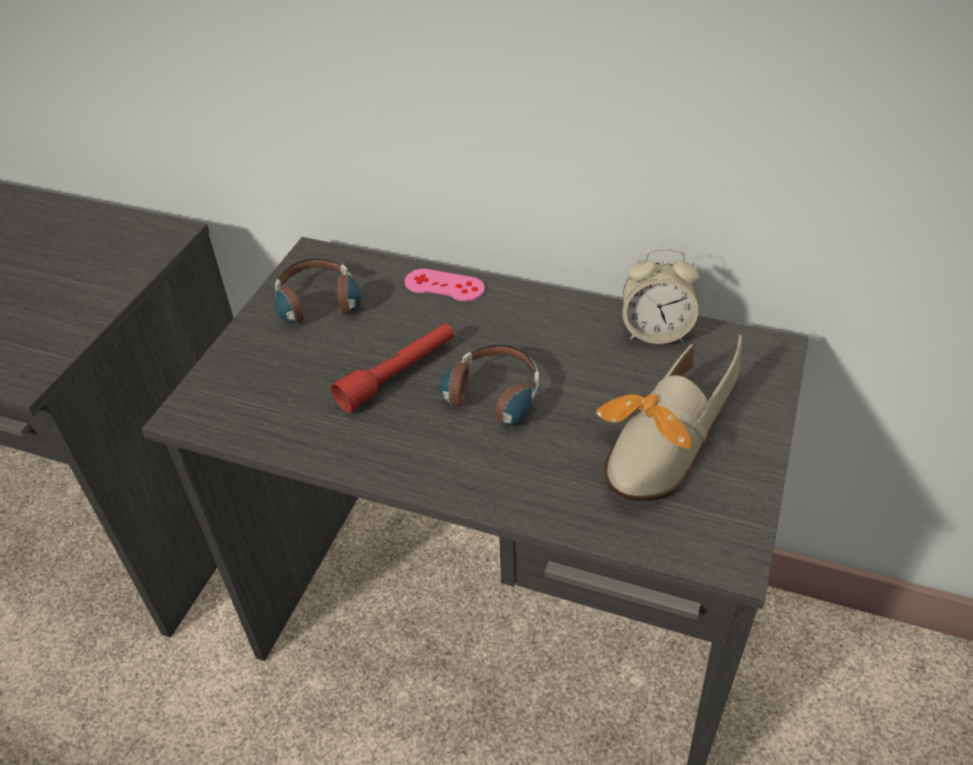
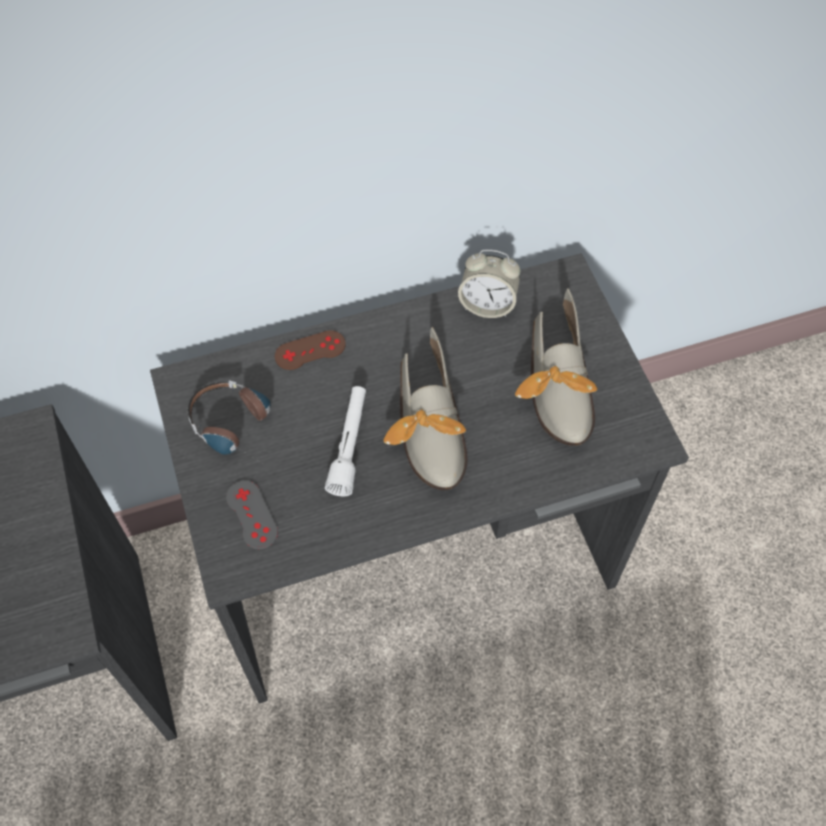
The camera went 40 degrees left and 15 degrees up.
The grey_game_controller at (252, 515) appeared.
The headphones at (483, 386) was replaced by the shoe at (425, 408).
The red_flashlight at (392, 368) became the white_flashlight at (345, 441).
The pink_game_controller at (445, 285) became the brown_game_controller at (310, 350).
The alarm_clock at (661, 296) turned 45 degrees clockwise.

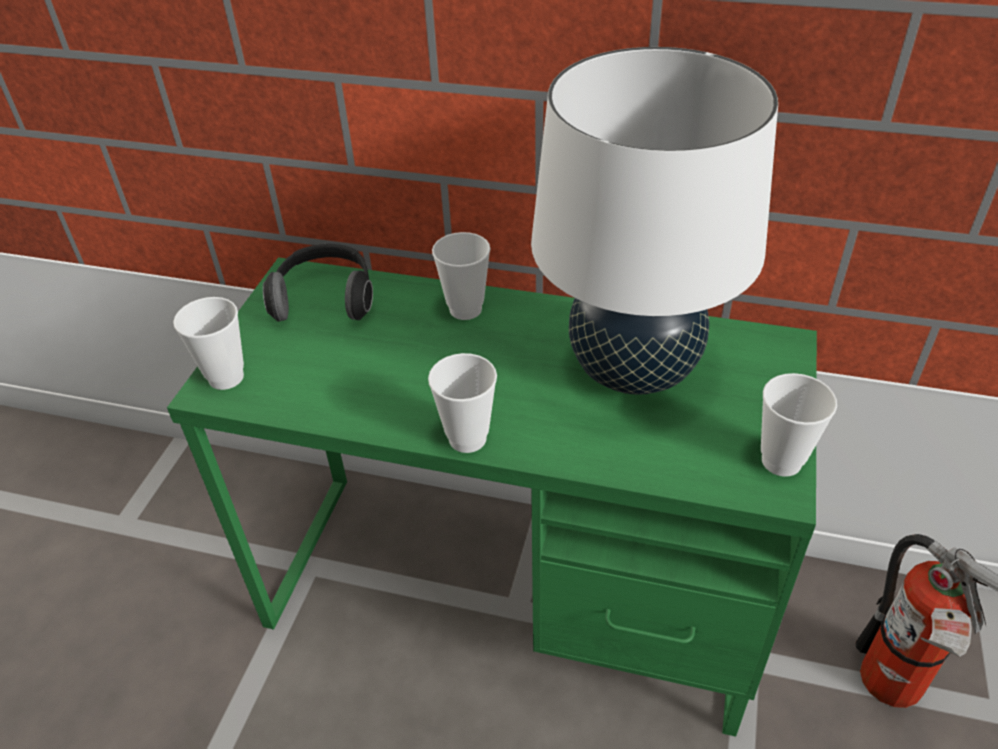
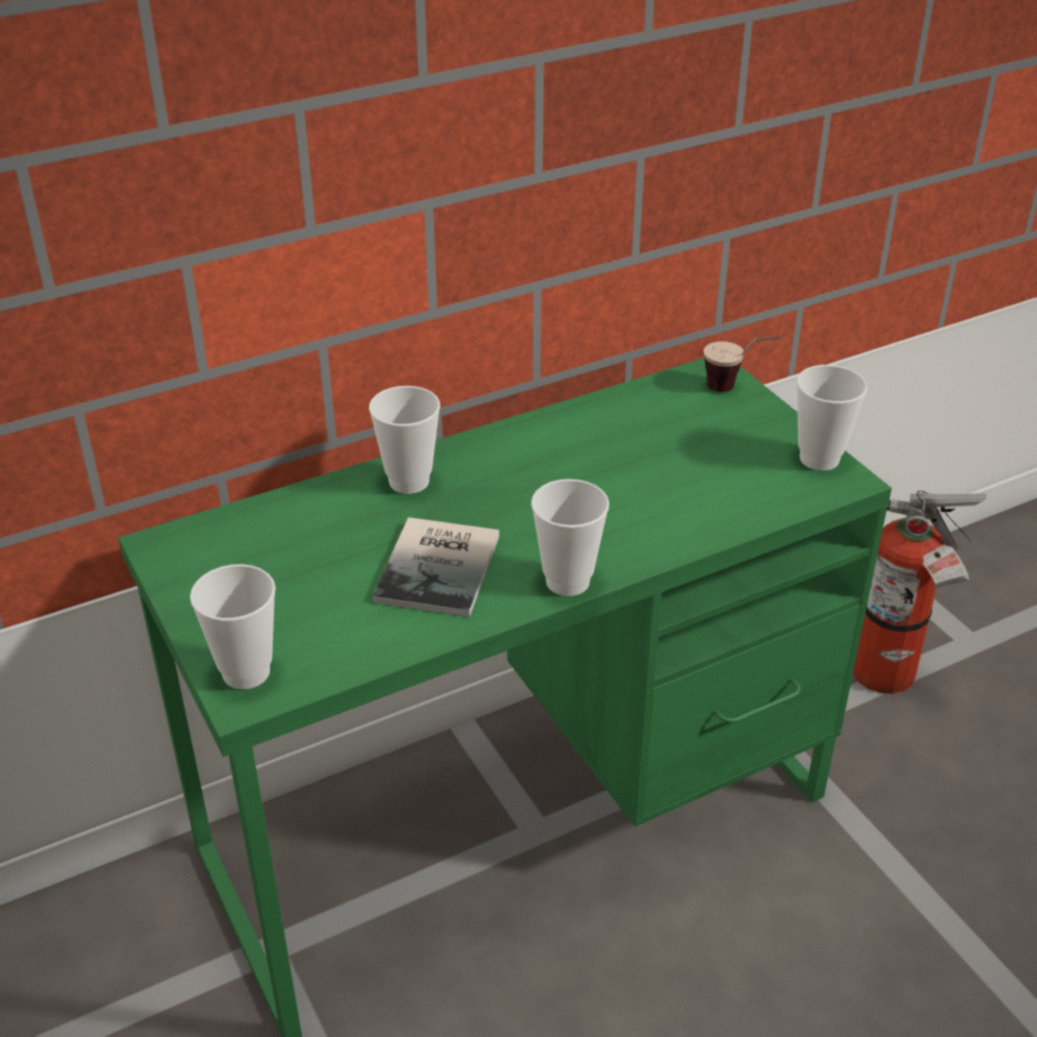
The camera went 45 degrees left and 5 degrees down.
The headphones at (318, 283) disappeared.
The white_table_lamp at (654, 221) disappeared.
The book at (435, 567) appeared.
The cup at (742, 364) appeared.

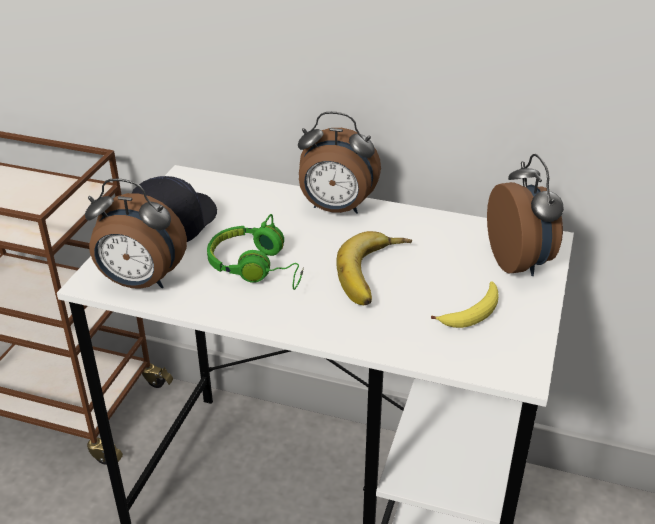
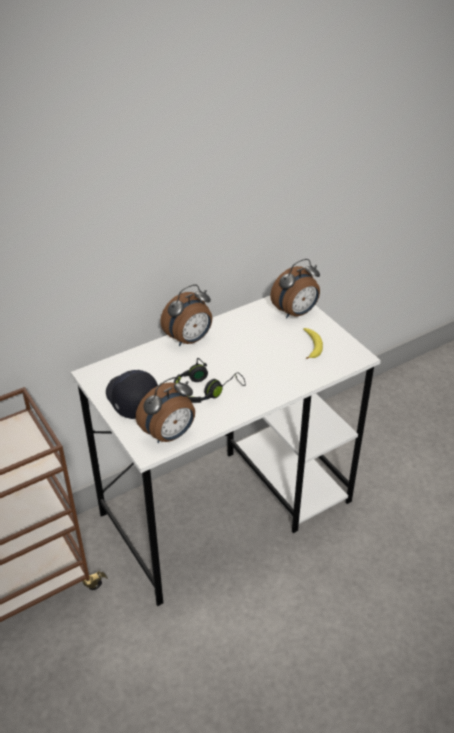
The camera went 50 degrees left and 5 degrees up.
The banana at (374, 268) disappeared.
The green_headphones at (255, 252) became the black_headphones at (210, 380).
The alarm_clock at (525, 215) turned 120 degrees clockwise.

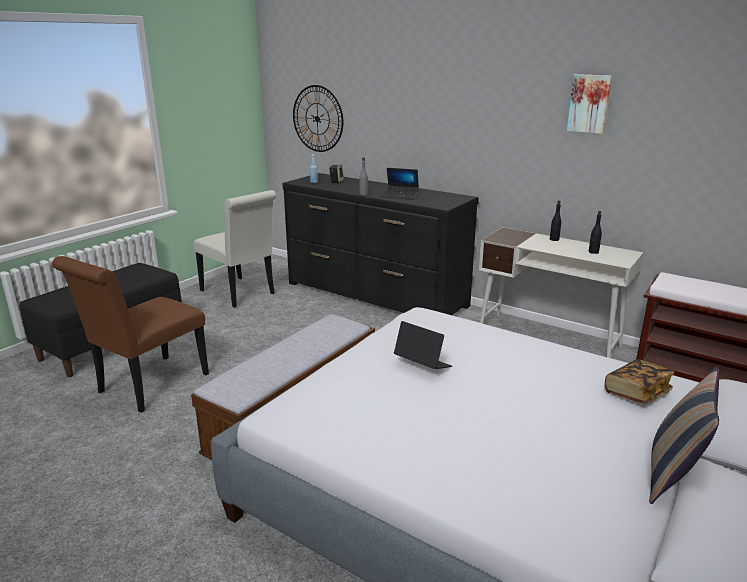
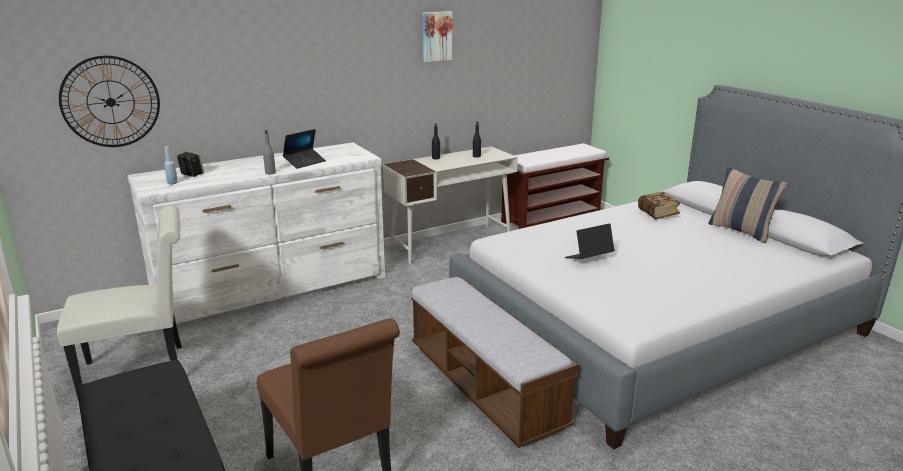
The camera went 65 degrees left and 0 degrees up.
The black_dresser at (381, 244) became the white_dresser at (256, 233).

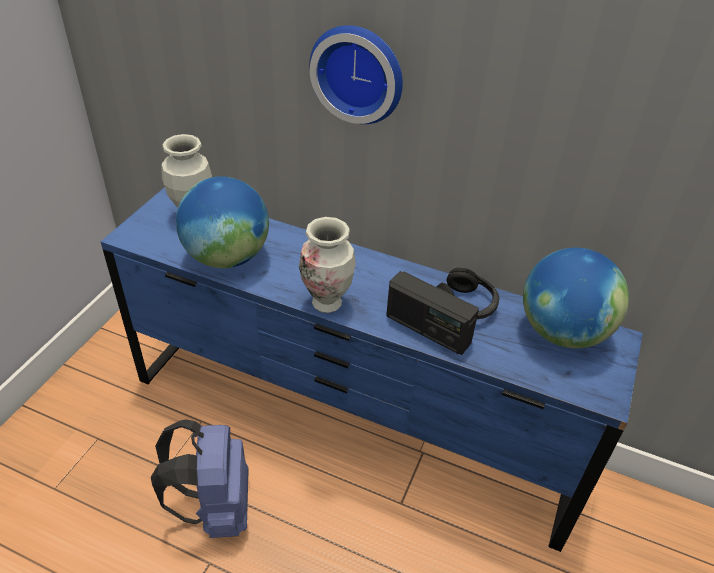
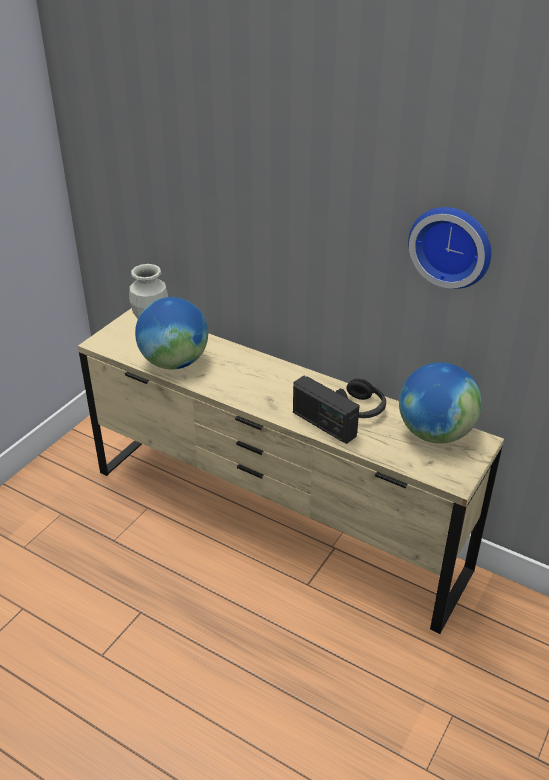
The camera went 10 degrees right and 5 degrees down.
The blue_backpack at (200, 479) disappeared.
The vase at (327, 265) disappeared.
The wall_clock moved from (356, 74) to (449, 248).
The blue_dresser at (372, 369) became the beige_dresser at (291, 471).

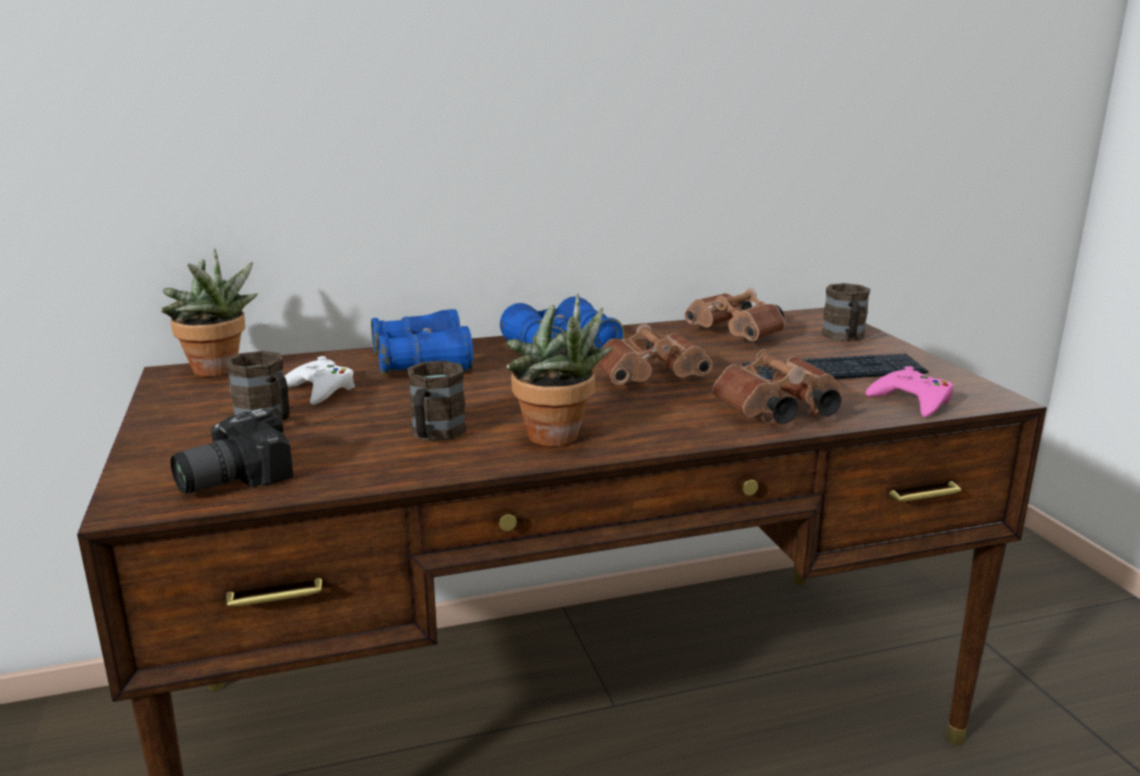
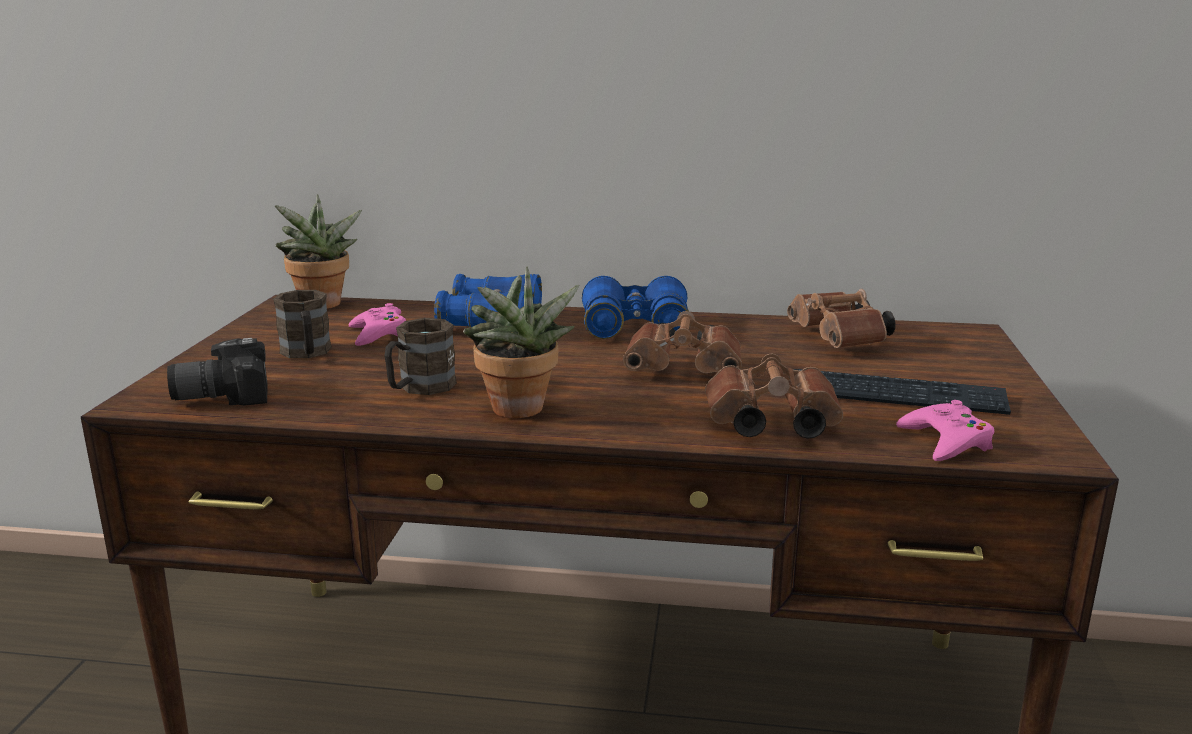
The camera went 25 degrees right and 0 degrees up.
The brown_mug at (845, 312) disappeared.
The white_game_controller at (319, 380) became the pink_game_controller at (377, 324).

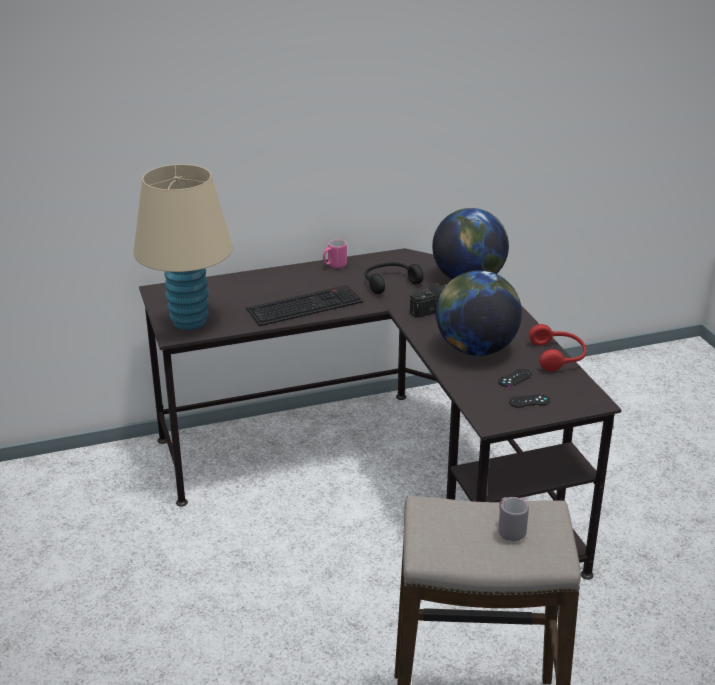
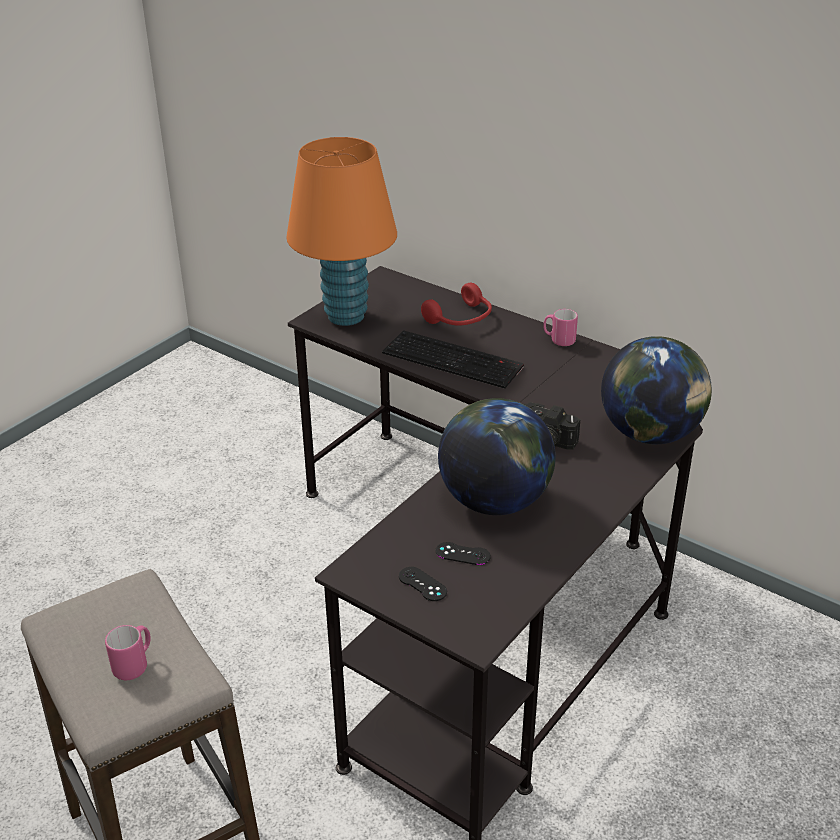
The camera went 55 degrees right and 5 degrees up.
The black_headphones at (394, 278) disappeared.
The red_headphones moved from (557, 348) to (456, 304).
The beige_table_lamp at (183, 247) became the orange_table_lamp at (341, 231).
The grey_mug at (513, 519) became the pink_mug at (128, 652).

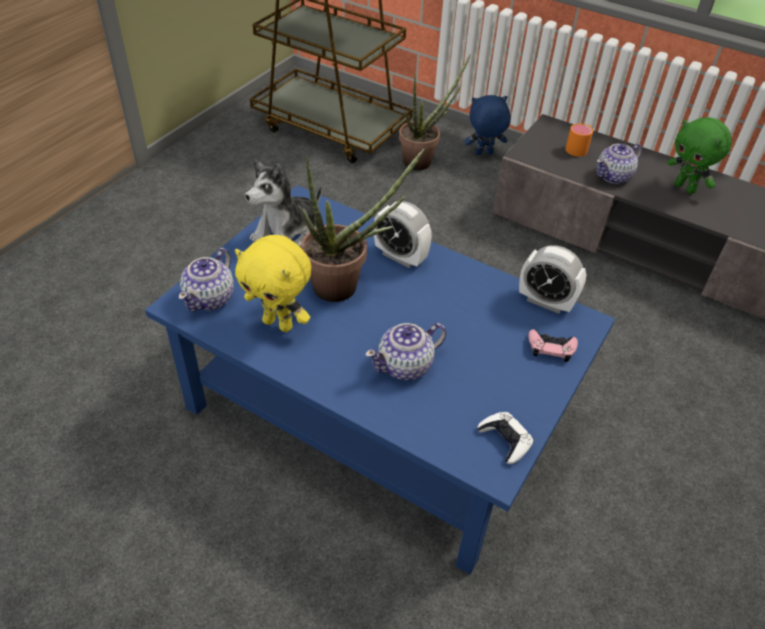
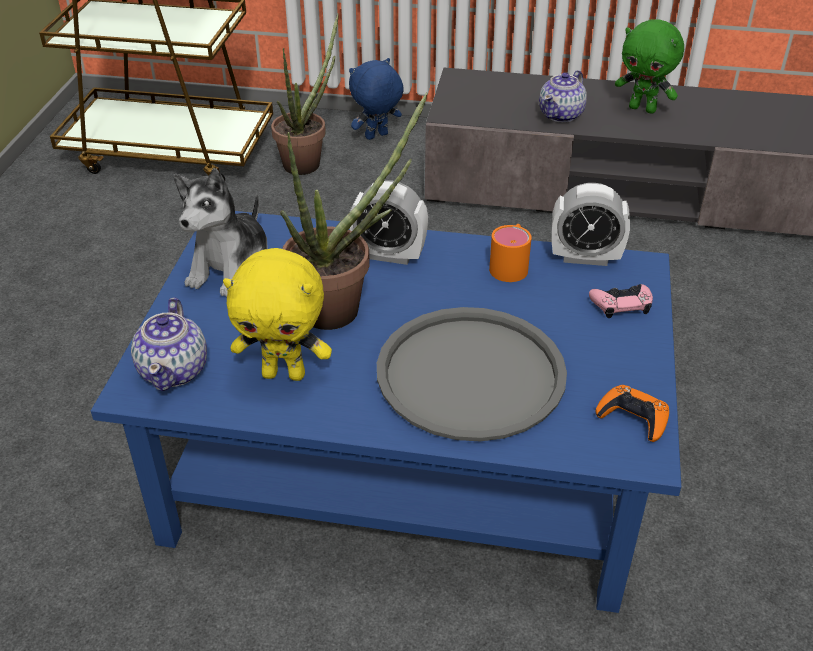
The camera went 20 degrees left and 5 degrees down.
The orange_mug moved from (579, 140) to (510, 253).
The teapot at (405, 351) was replaced by the grey_tray at (472, 374).
The white_game_controller at (505, 438) became the orange_game_controller at (632, 413).

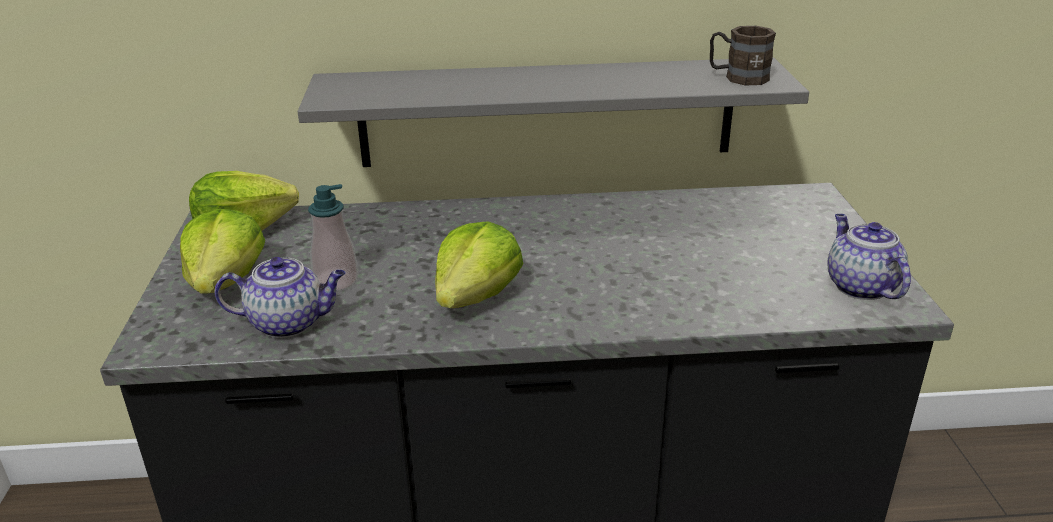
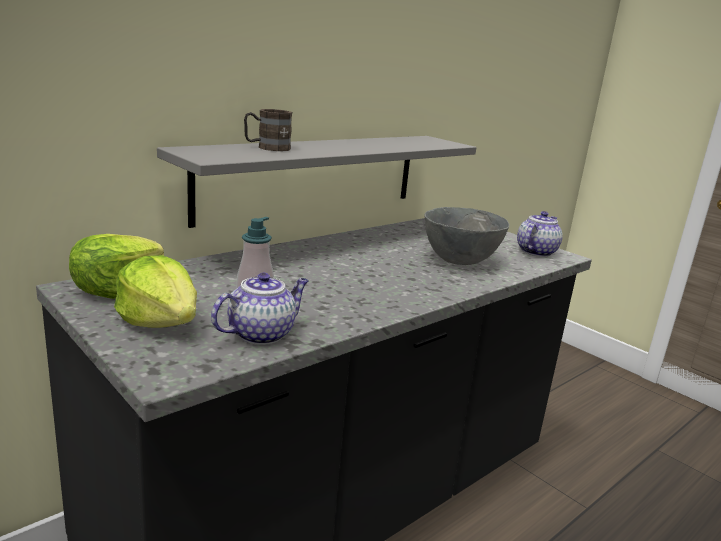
The camera went 40 degrees left and 10 degrees down.
The lettuce at (479, 264) disappeared.
The grey_bowl at (467, 236) appeared.
The brown_mug moved from (743, 56) to (268, 130).
The teapot at (869, 257) turned 90 degrees clockwise.

